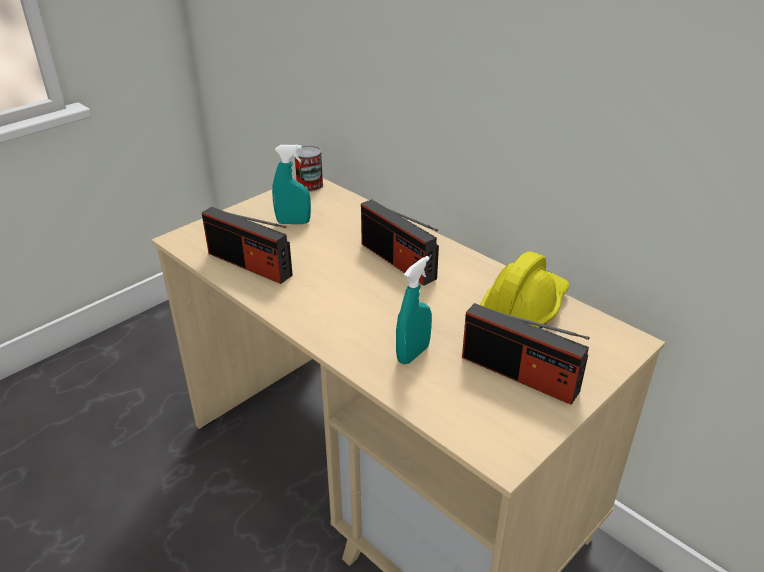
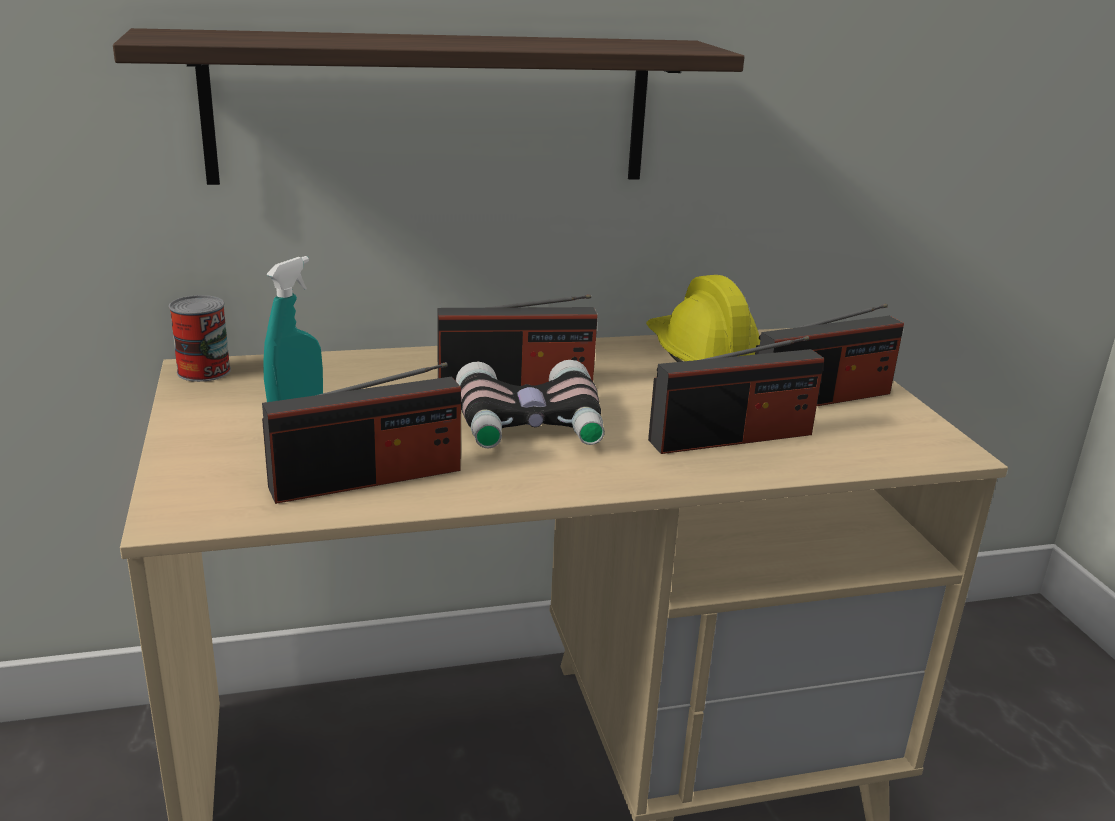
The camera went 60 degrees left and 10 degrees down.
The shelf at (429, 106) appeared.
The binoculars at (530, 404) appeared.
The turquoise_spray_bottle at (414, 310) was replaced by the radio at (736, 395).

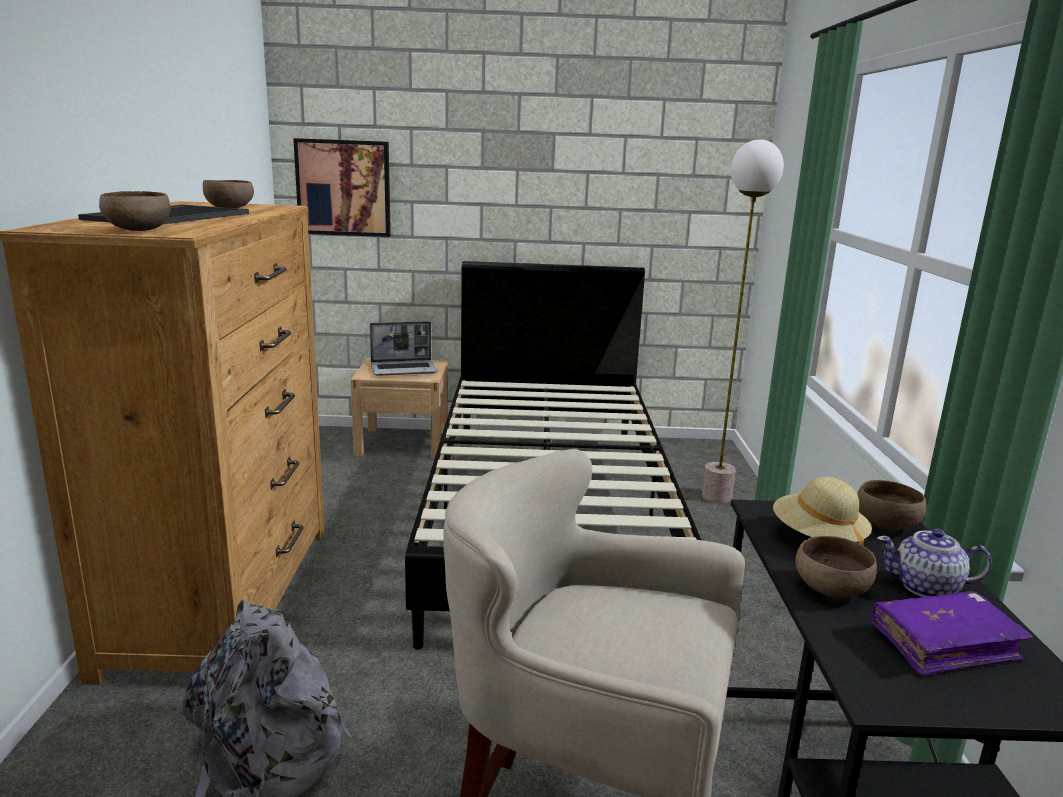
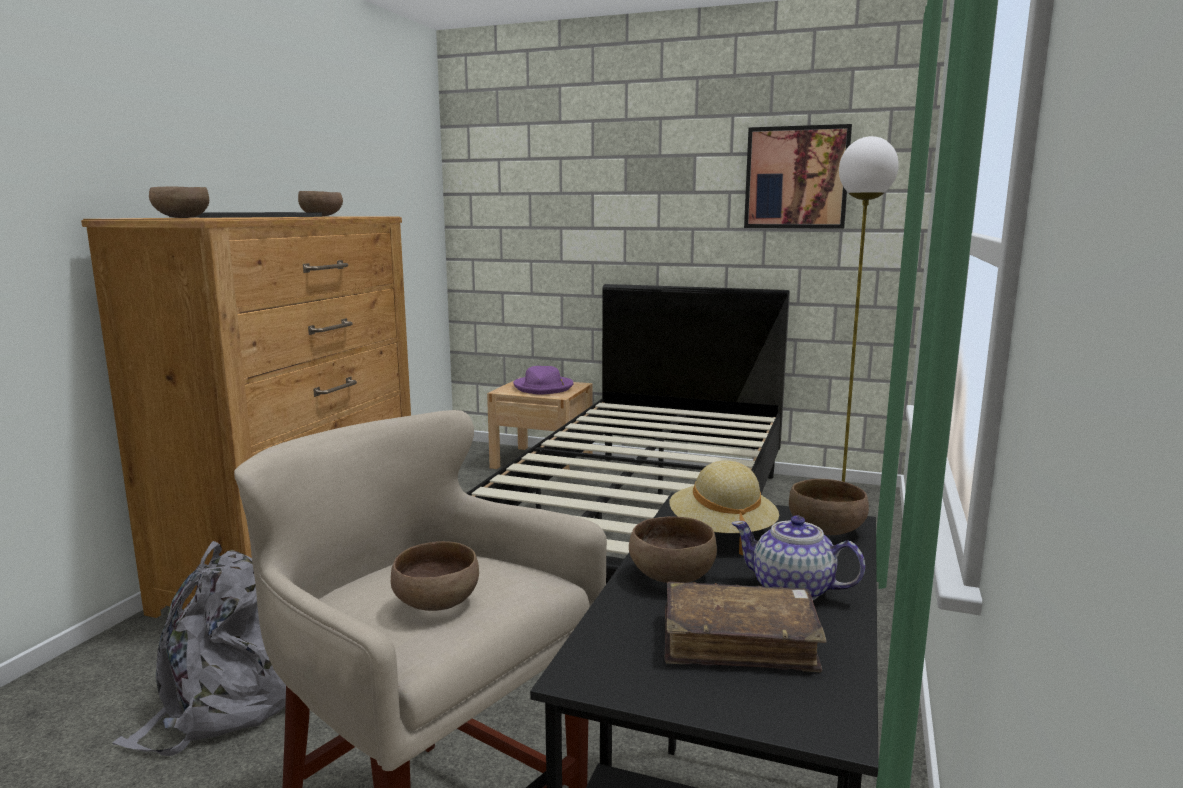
The camera went 20 degrees right and 5 degrees down.
The brown_bowl at (435, 576) appeared.
The picture moved from (342, 187) to (798, 176).
The laptop at (404, 348) was replaced by the purple_hat at (543, 380).
The purple_book at (952, 633) became the brown_book at (746, 627).

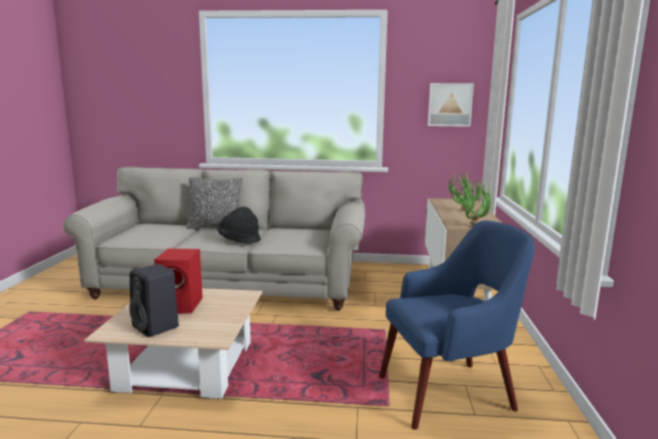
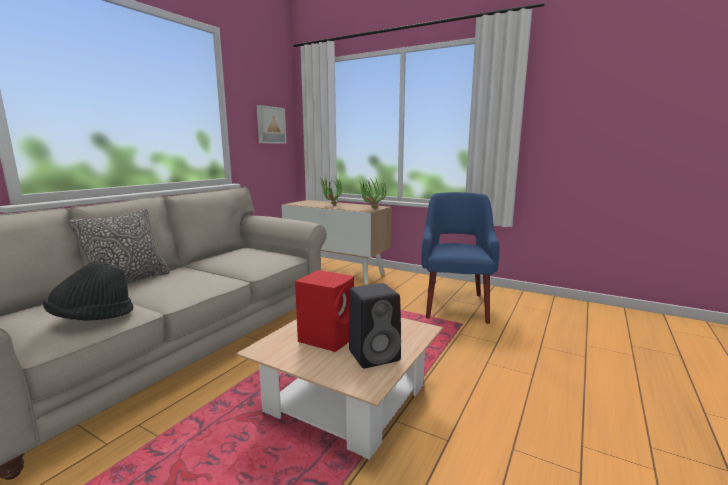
The camera went 65 degrees left and 0 degrees up.
The black_hat moved from (239, 225) to (88, 291).

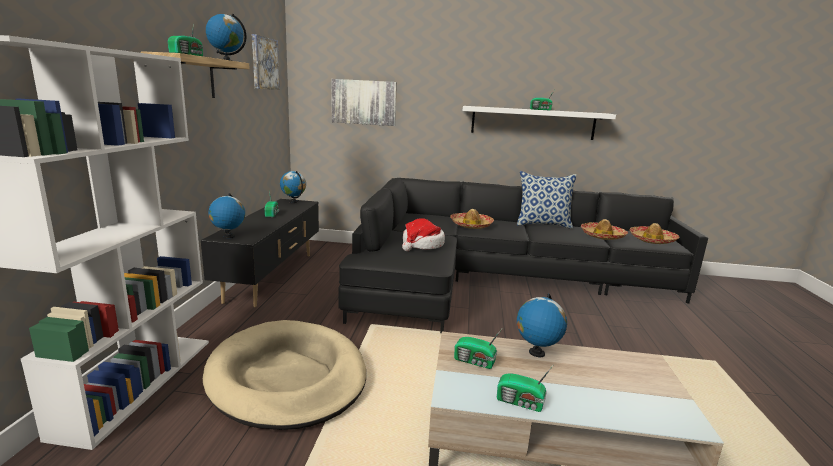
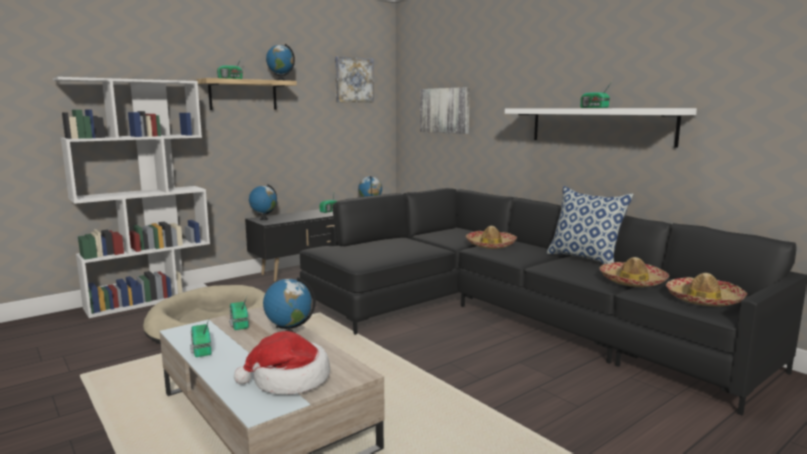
The camera went 45 degrees right and 5 degrees down.
The hat moved from (423, 234) to (282, 363).

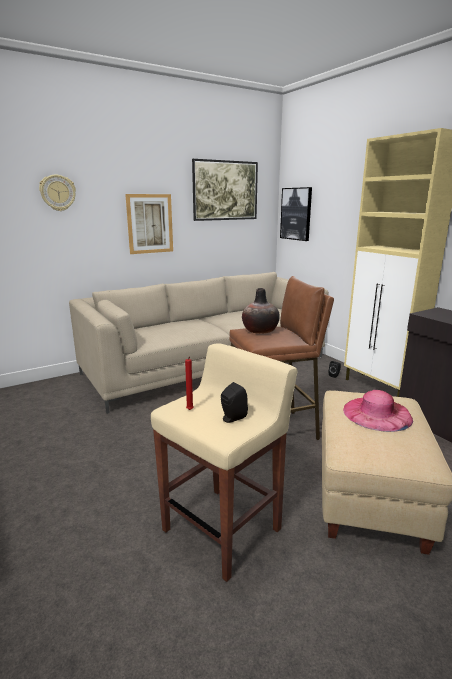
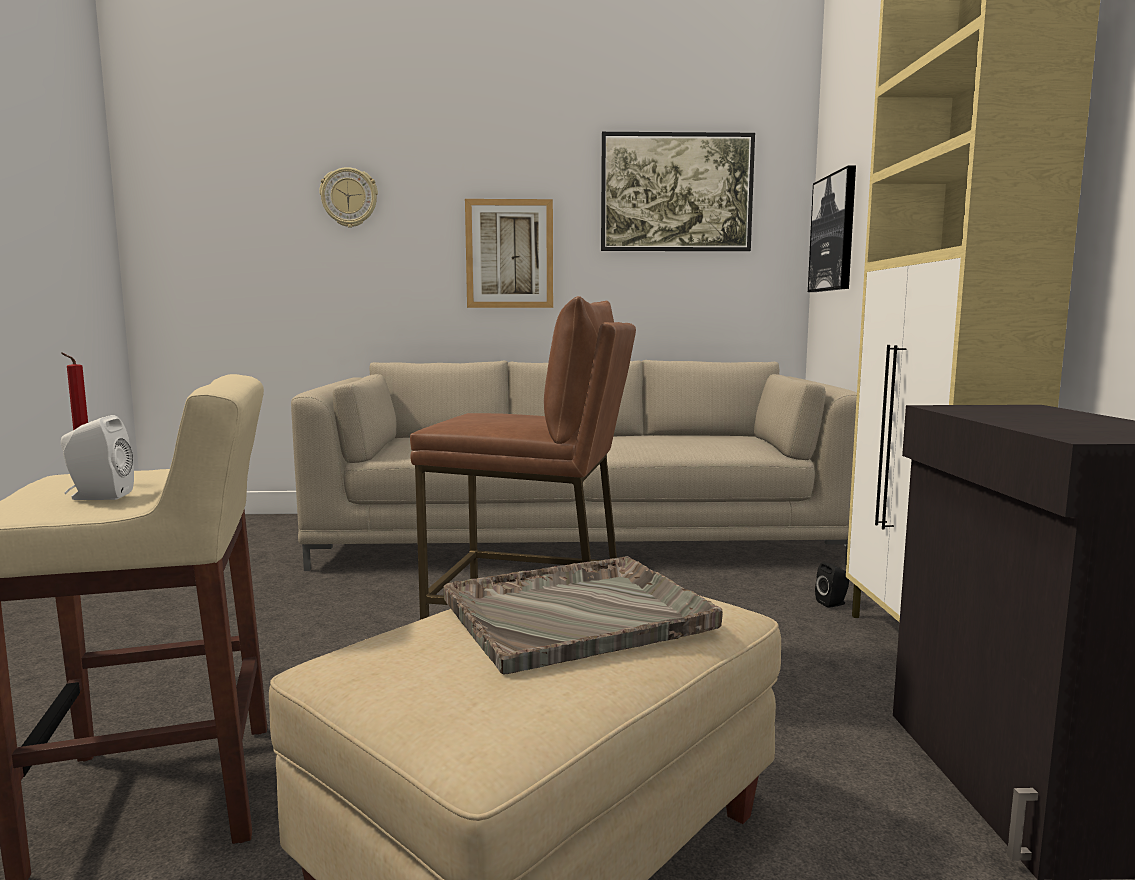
The camera went 30 degrees right and 10 degrees down.
The vase at (261, 311) disappeared.
The pink_hat at (378, 411) was replaced by the grey_tray at (583, 615).
The black_speaker at (234, 402) became the white_speaker at (97, 457).

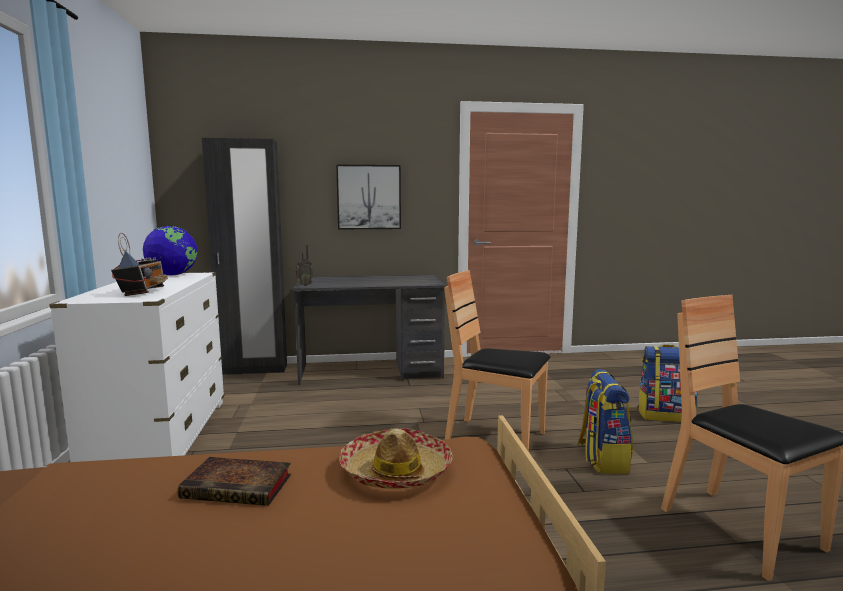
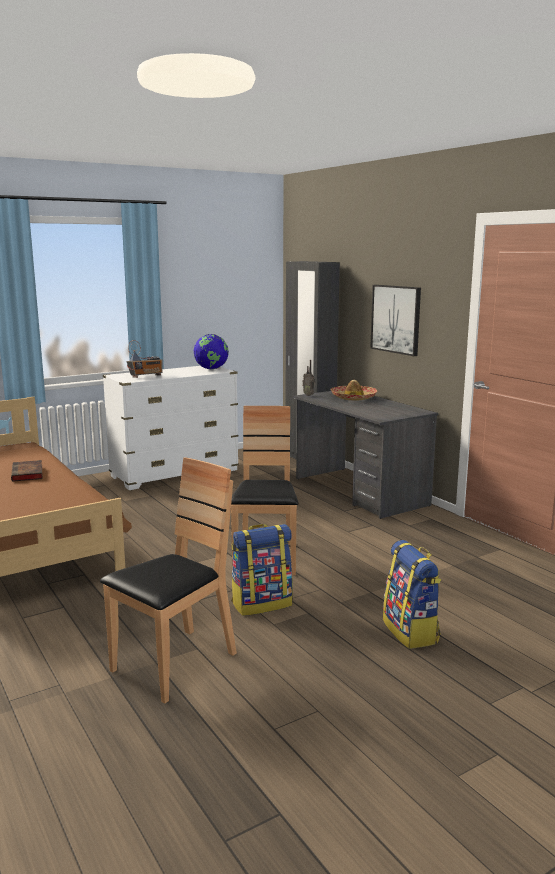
The camera went 65 degrees right and 5 degrees up.
The hat moved from (395, 458) to (353, 390).

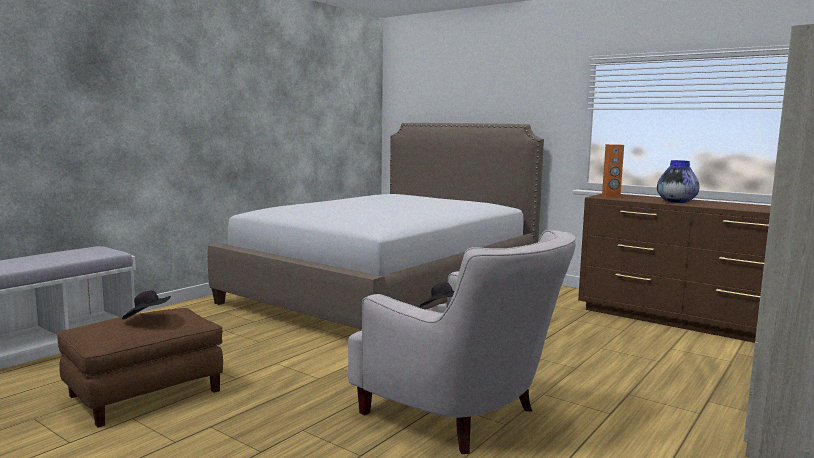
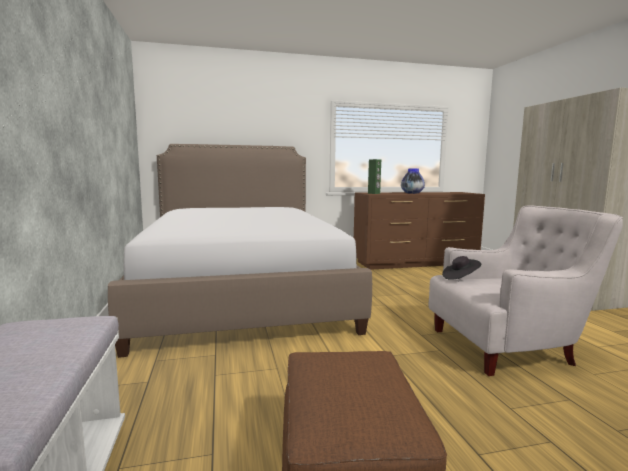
The camera went 50 degrees left and 0 degrees up.
The black_hat at (146, 304) disappeared.
The orange_speaker at (613, 171) became the green_speaker at (374, 176).

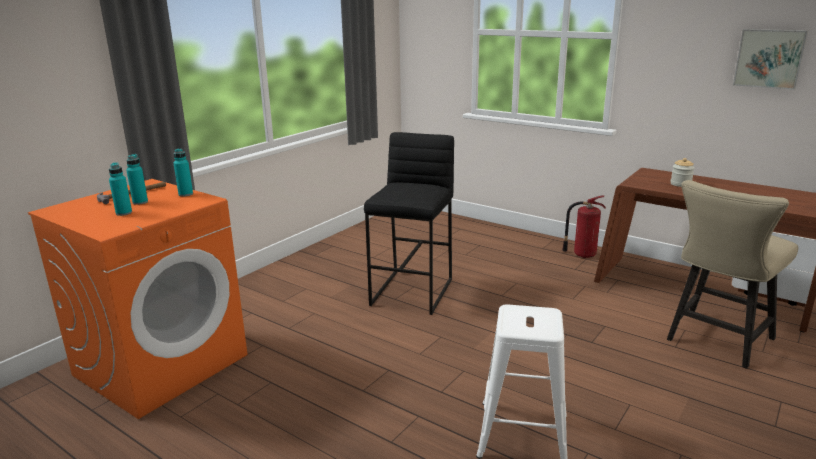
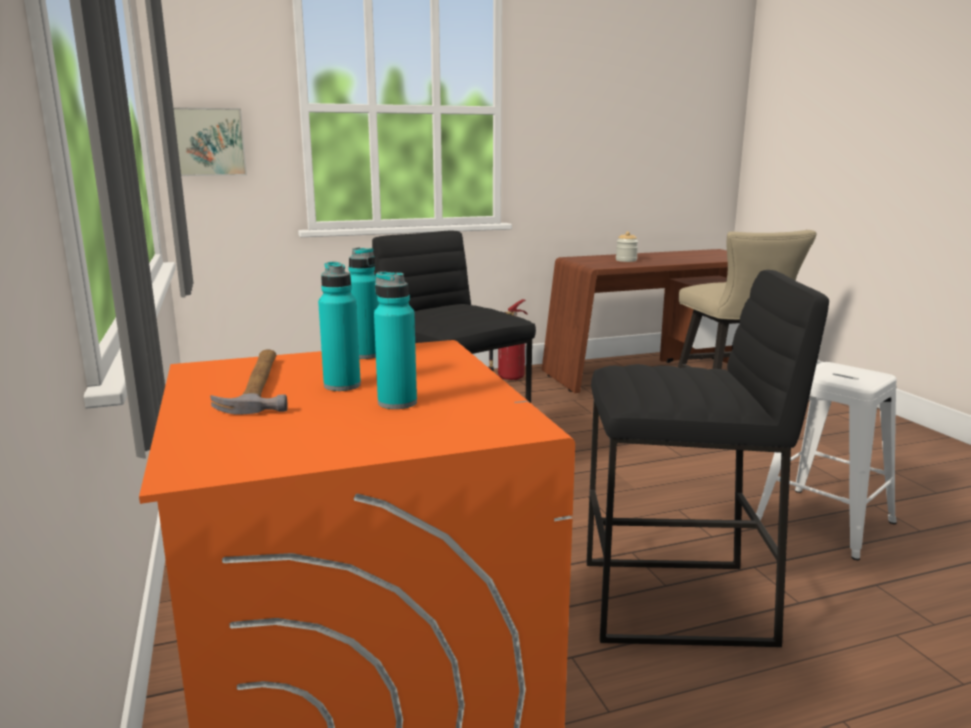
The camera went 55 degrees left and 5 degrees down.
The black_stool at (707, 458) appeared.
The picture moved from (770, 59) to (210, 141).

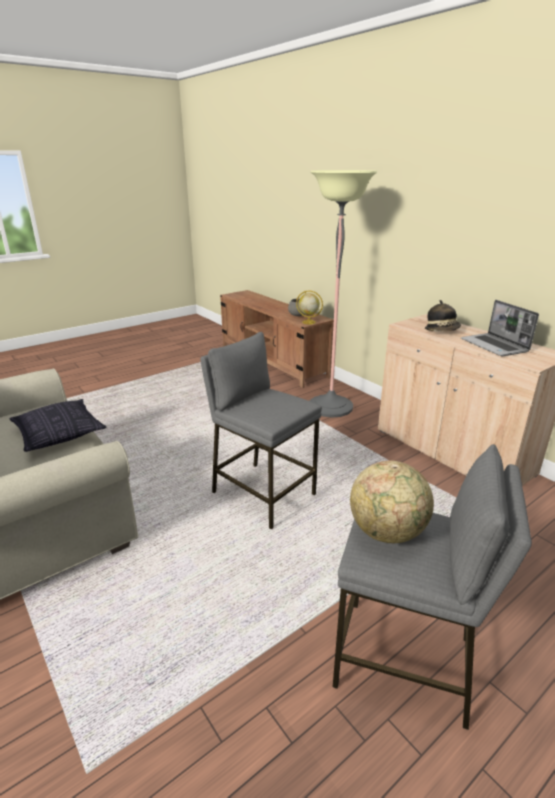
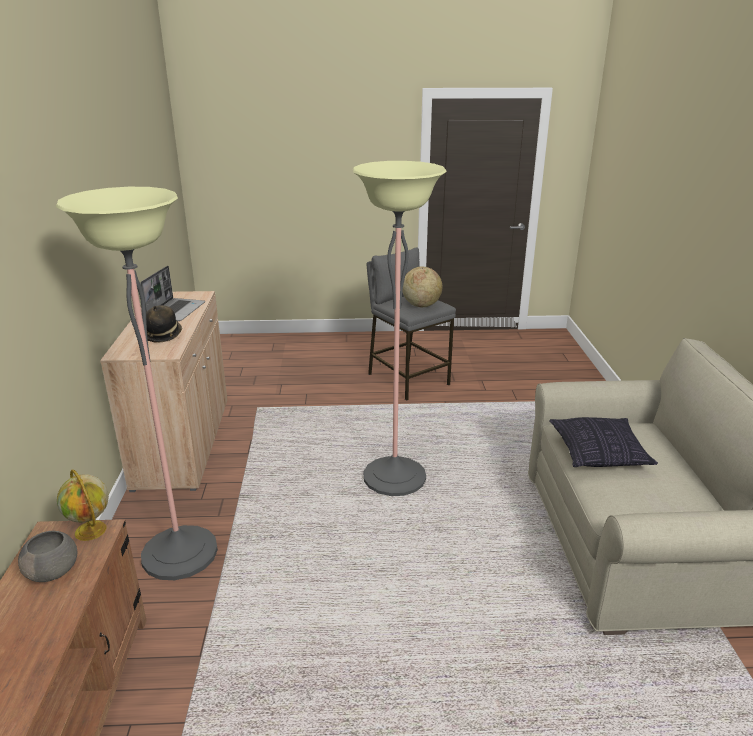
The camera went 145 degrees left and 0 degrees up.
The grey_stool at (261, 430) was replaced by the floor_lamp at (400, 328).

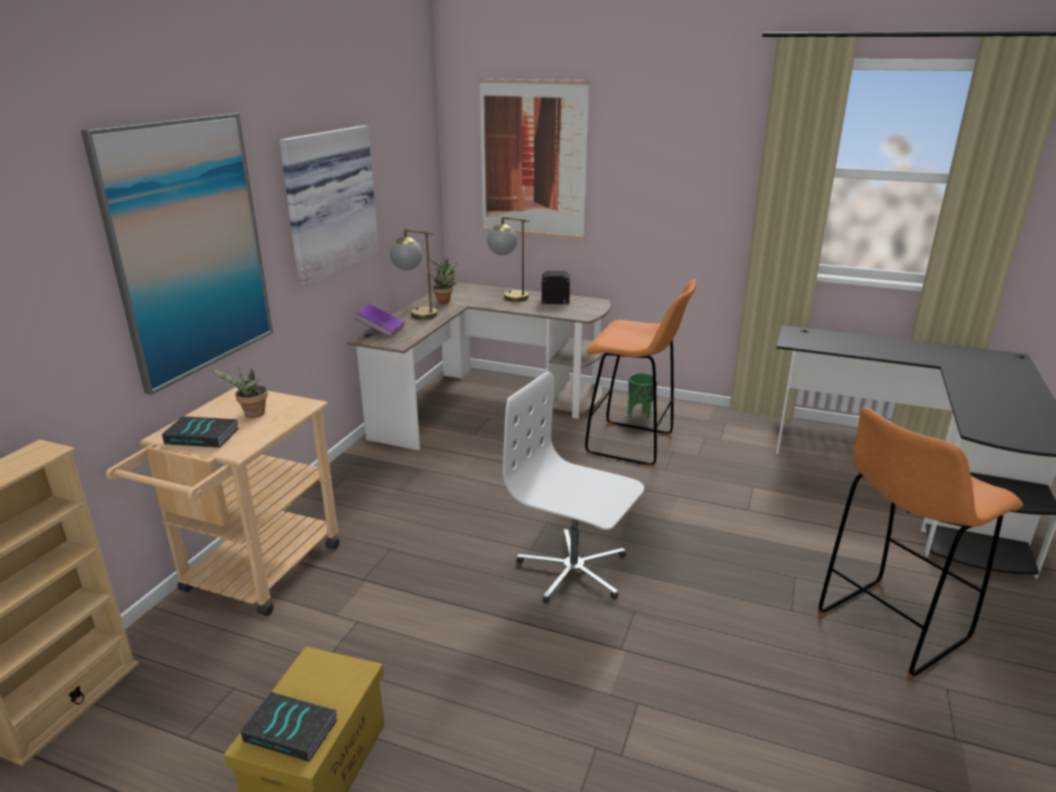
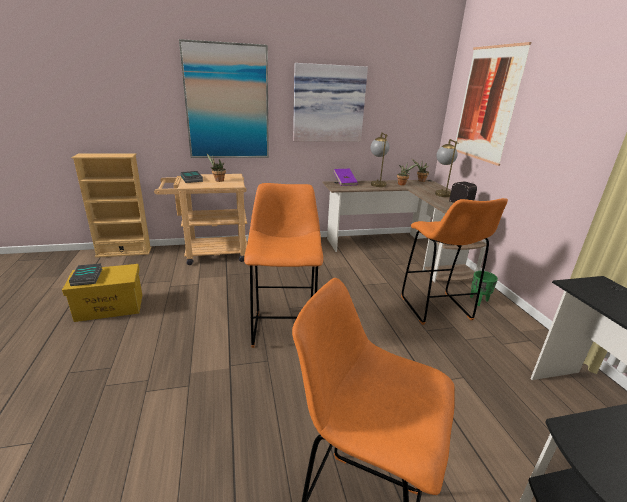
The camera went 55 degrees right and 0 degrees up.
The white_office_chair at (573, 487) was replaced by the orange_stool at (283, 265).

